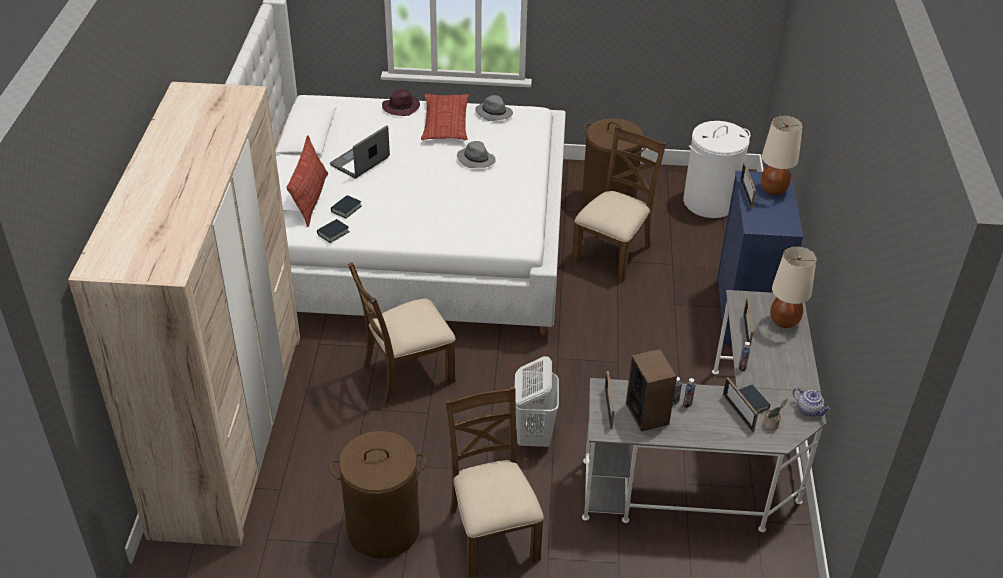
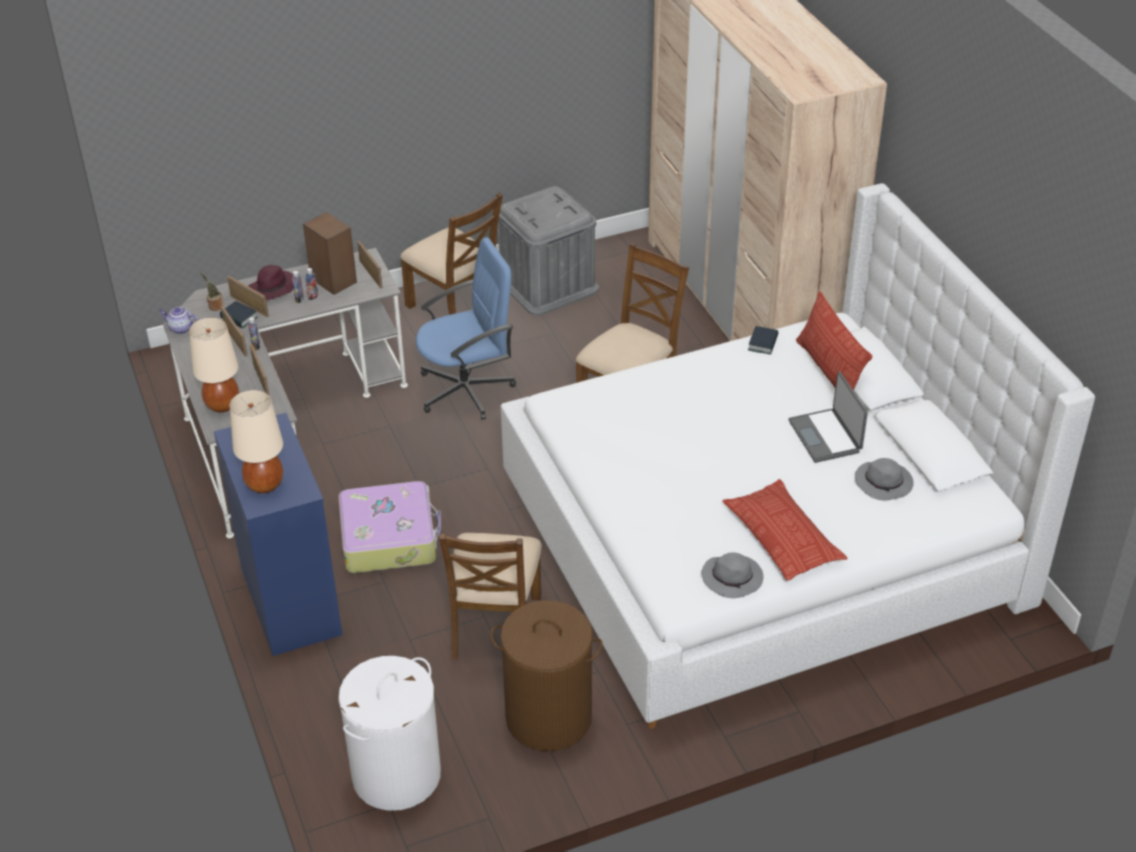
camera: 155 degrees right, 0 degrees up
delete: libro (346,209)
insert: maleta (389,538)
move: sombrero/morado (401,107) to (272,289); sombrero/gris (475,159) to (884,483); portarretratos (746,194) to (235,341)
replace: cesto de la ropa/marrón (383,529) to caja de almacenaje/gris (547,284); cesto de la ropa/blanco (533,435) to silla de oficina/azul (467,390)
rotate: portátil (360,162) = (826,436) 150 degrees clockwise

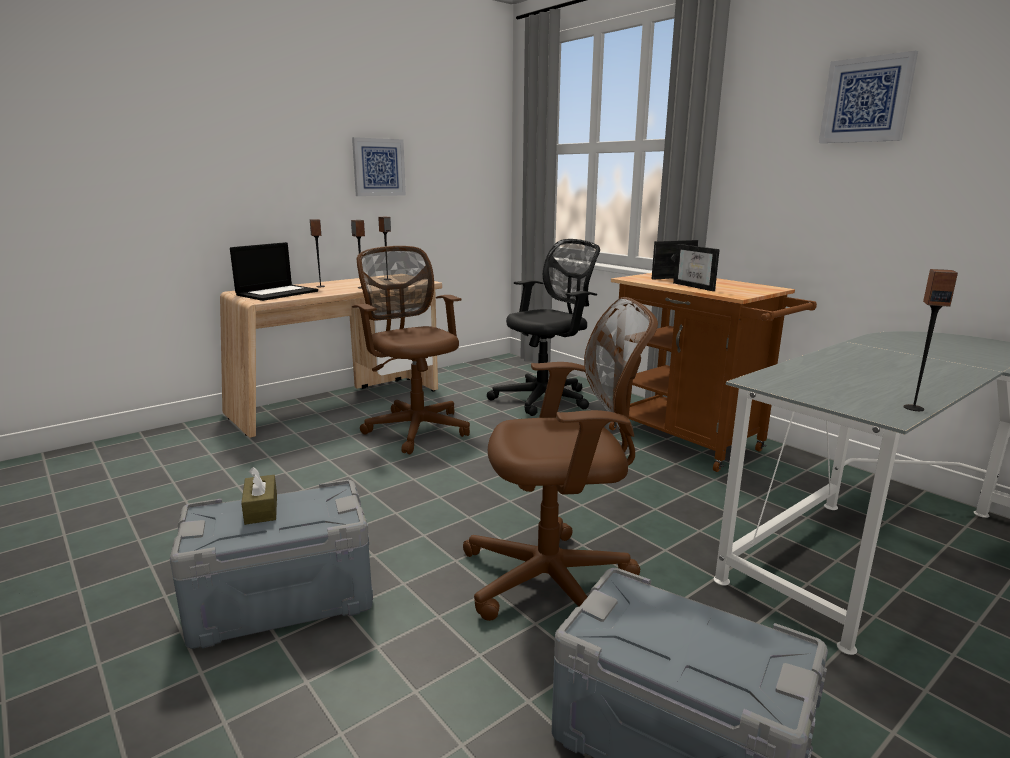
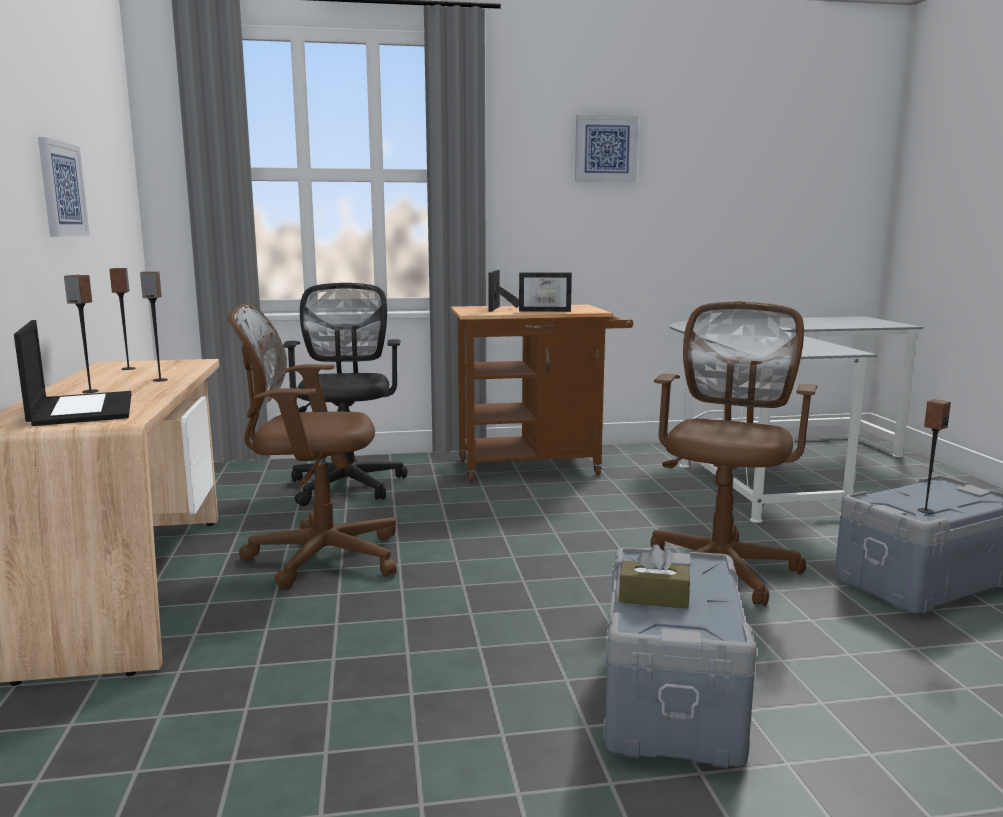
camera: 60 degrees left, 5 degrees down
move: altavoz (913,408) to (925,511)

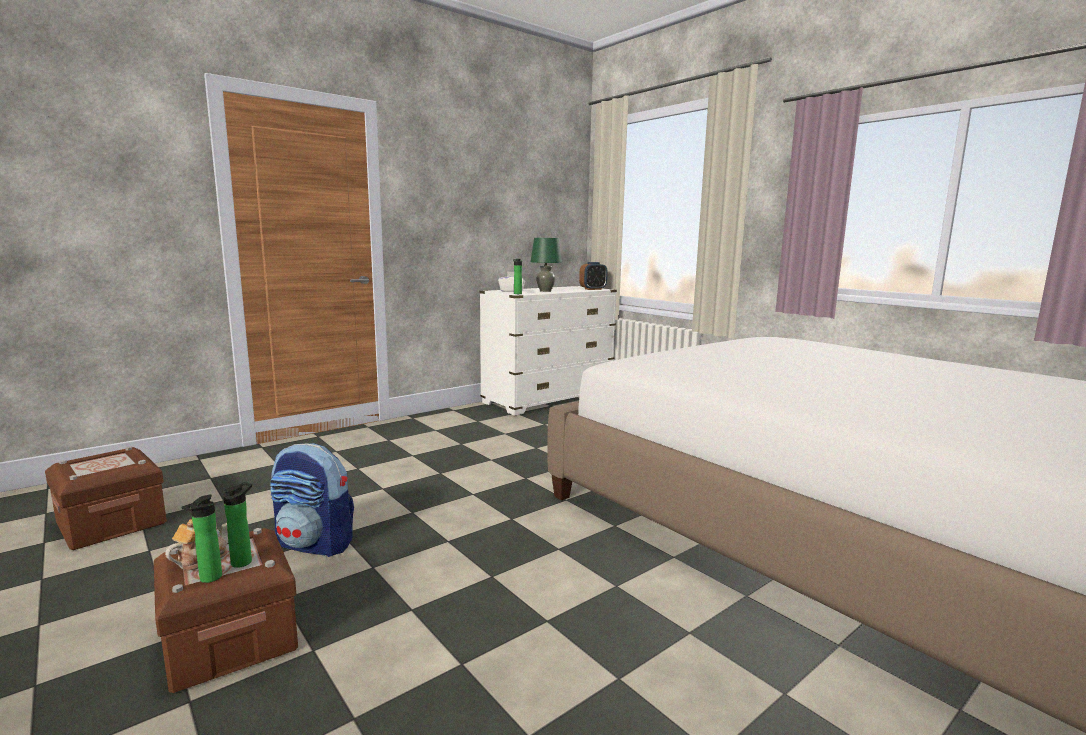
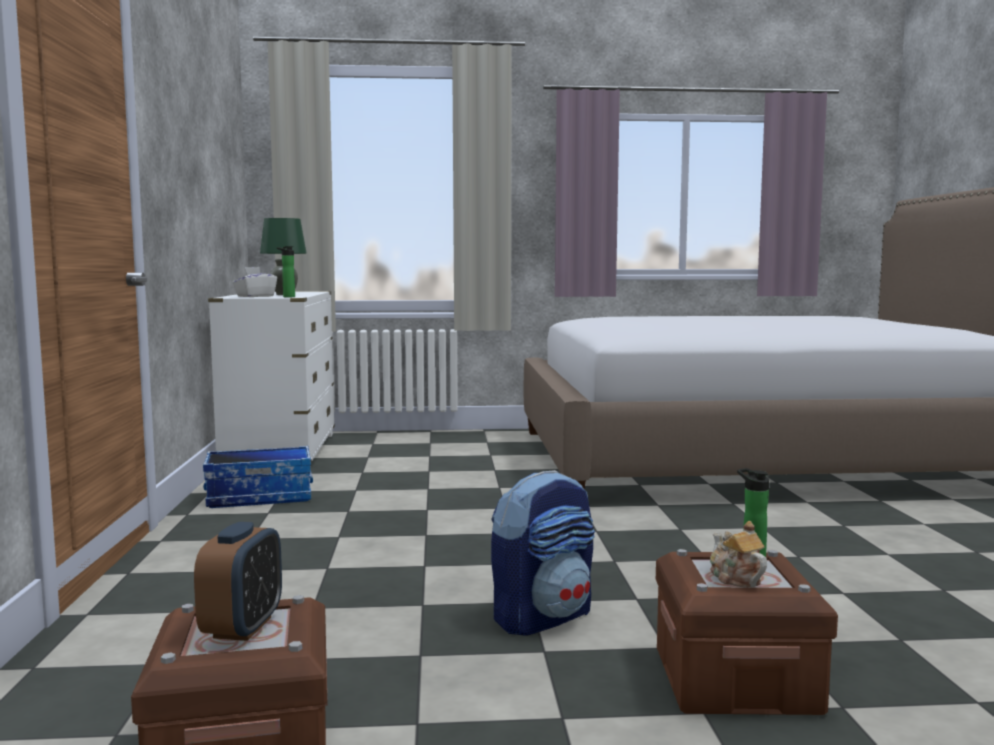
camera: 55 degrees left, 5 degrees down
delete: botella (208,579)
insert: caja de almacenaje (260,497)
move: despertador (593,289) to (243,627)

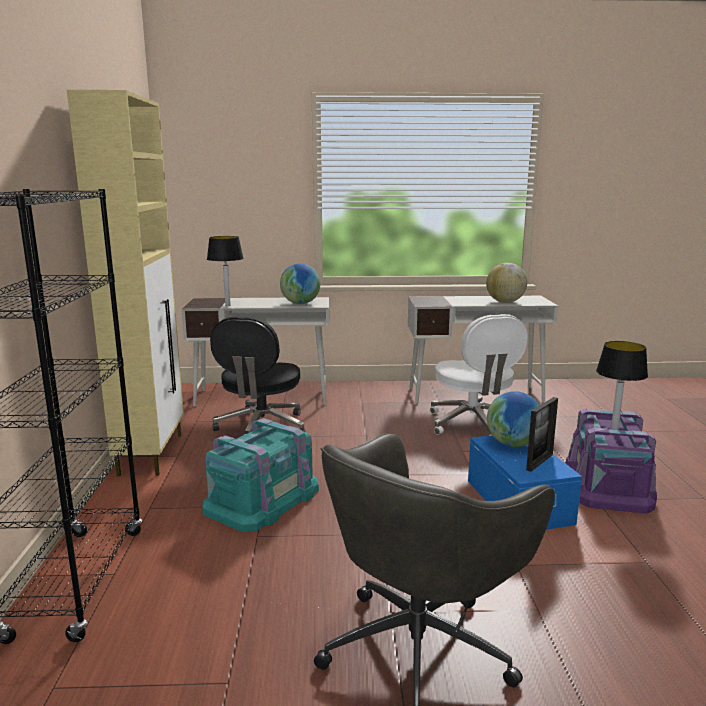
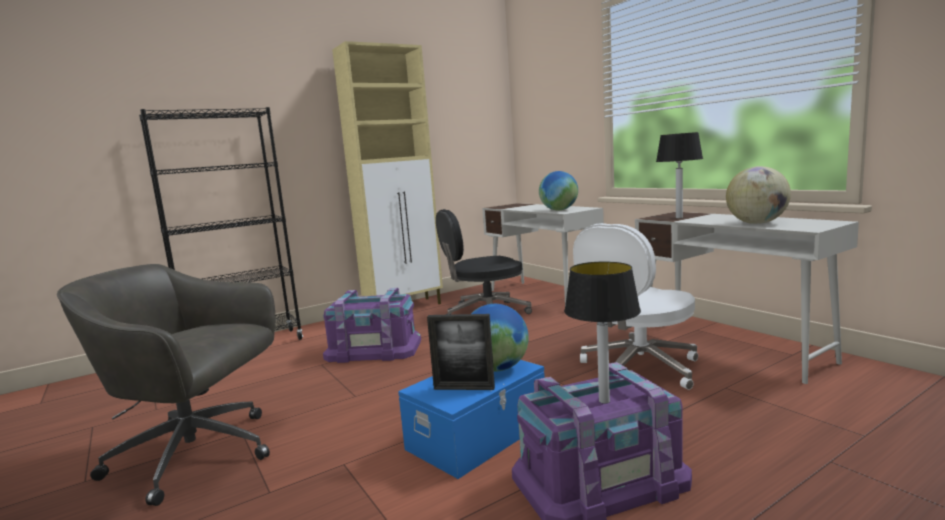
camera: 60 degrees right, 5 degrees down
move: lámpara de mesa (227,305) to (678,217)
recolor: caja de almacenaje/turquesa (262,498) to caja de almacenaje/morado (374,349)

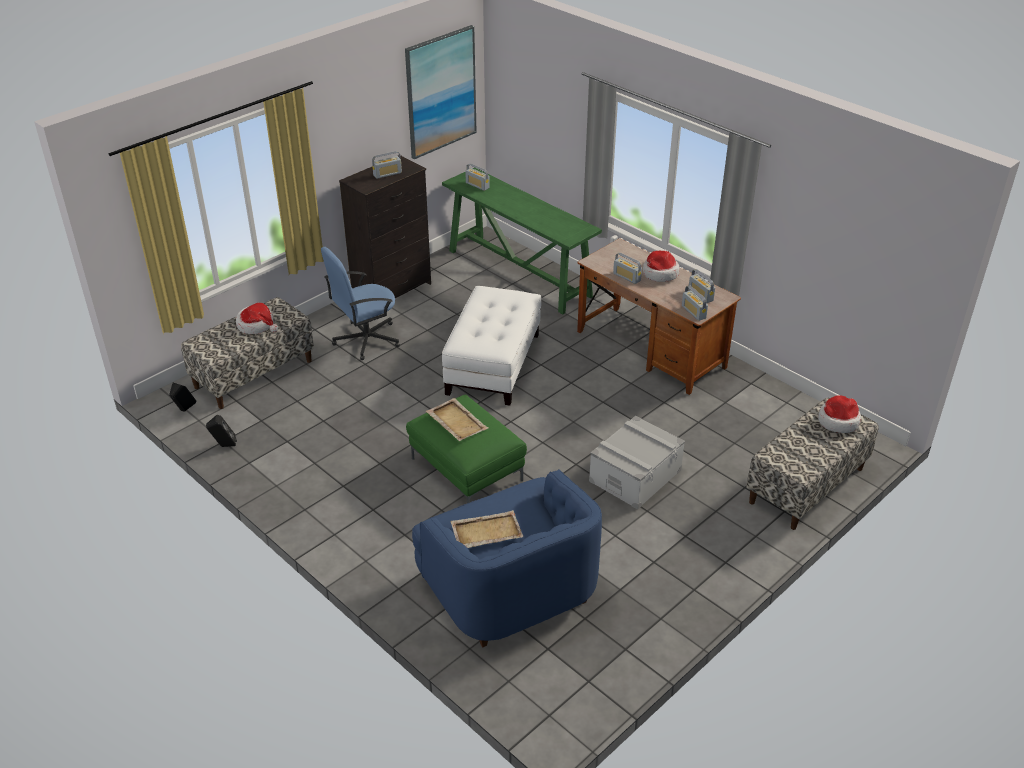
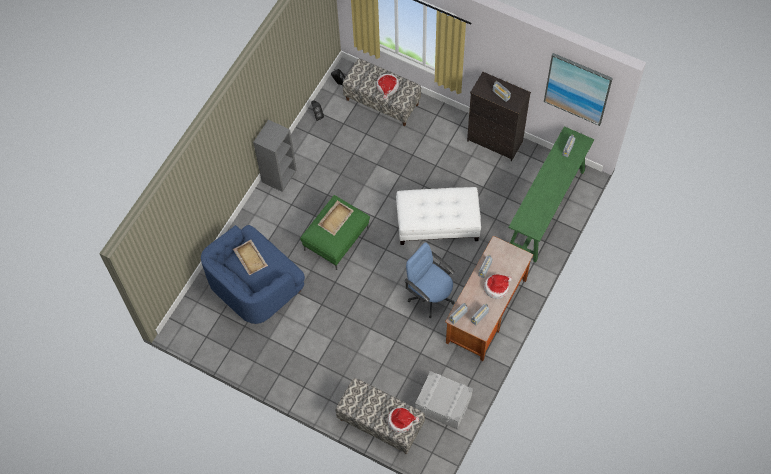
camera: 75 degrees right, 25 degrees up
insert: estantería/gris (279,175)
move: silla de oficina/azul (366,339) to (430,295); caja de almacenaje/gris (635,475) to (443,404)

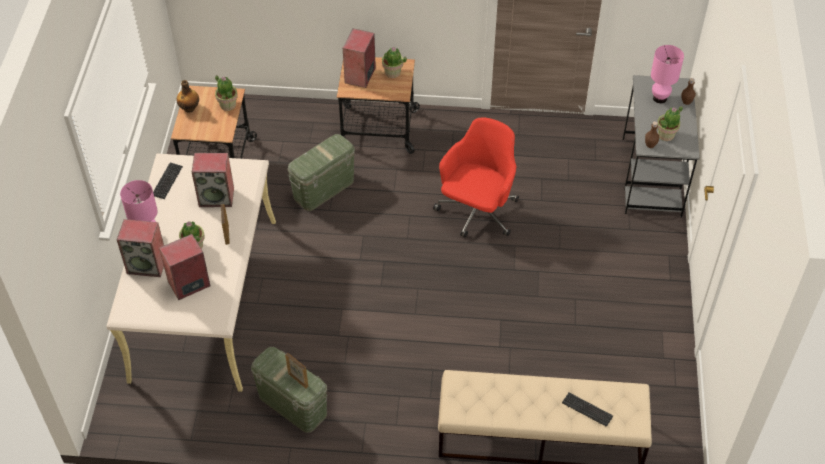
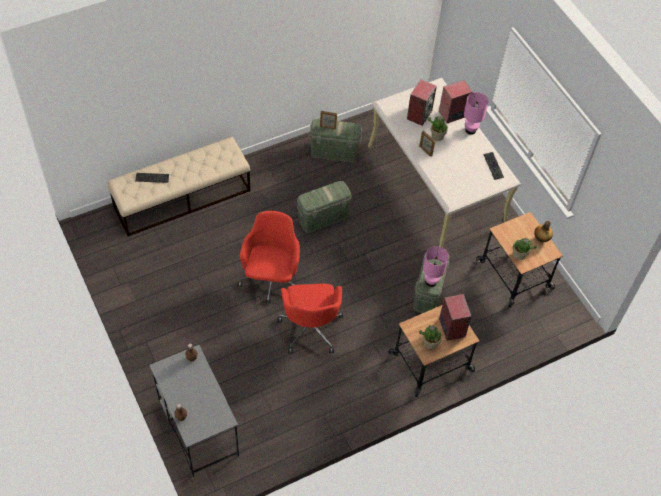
camera: 145 degrees right, 5 degrees up
delete: altavoz (217,197); planta en maceta (666,135)
insert: silla de oficina/rojo (271,279); caja de almacenaje/verde (323,218)
move: lámpara de mesa/rosa (660,98) to (431,282)

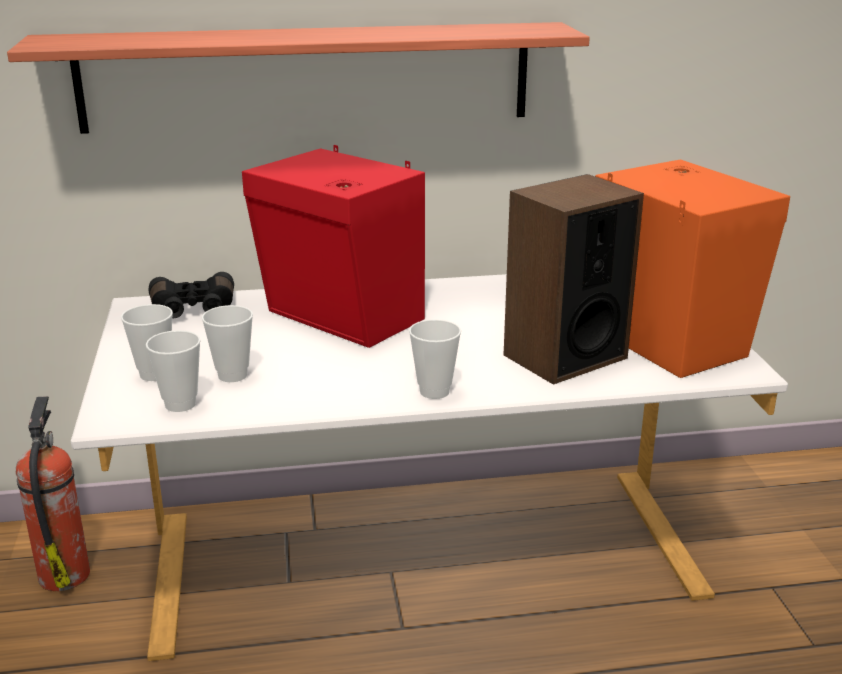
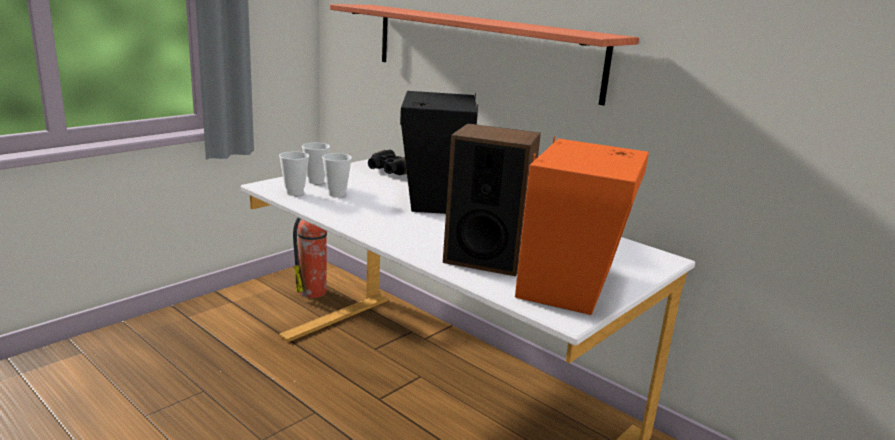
camera: 50 degrees right, 5 degrees down
delete: taza (434,391)
recolor: altavoz/rojo (342,318) to altavoz/negro (435,198)

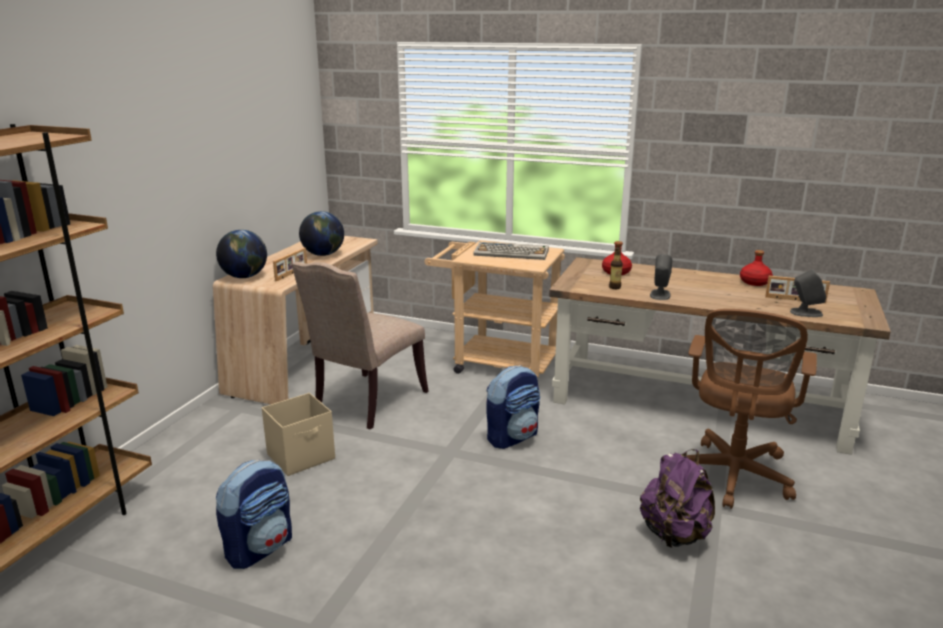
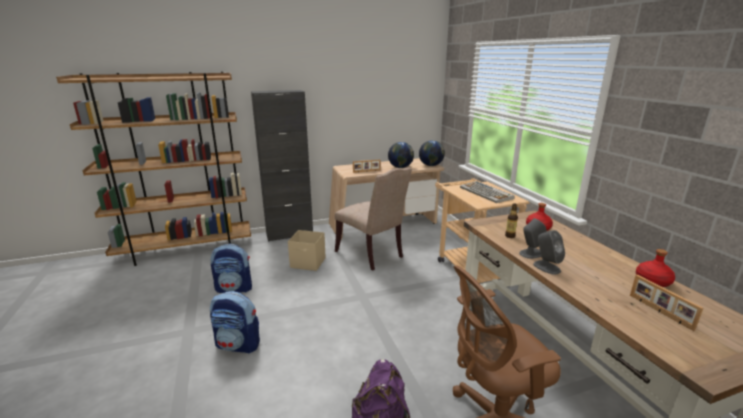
camera: 50 degrees right, 0 degrees up
insert: armario/negro (289,234)
move: globo terráqueo (244,276) to (431,165); mochila (512,437) to (238,345); altavoz/gris (805,313) to (546,267)
rotate: silla/beis (367,403) = (372,254) 120 degrees counterclockwise

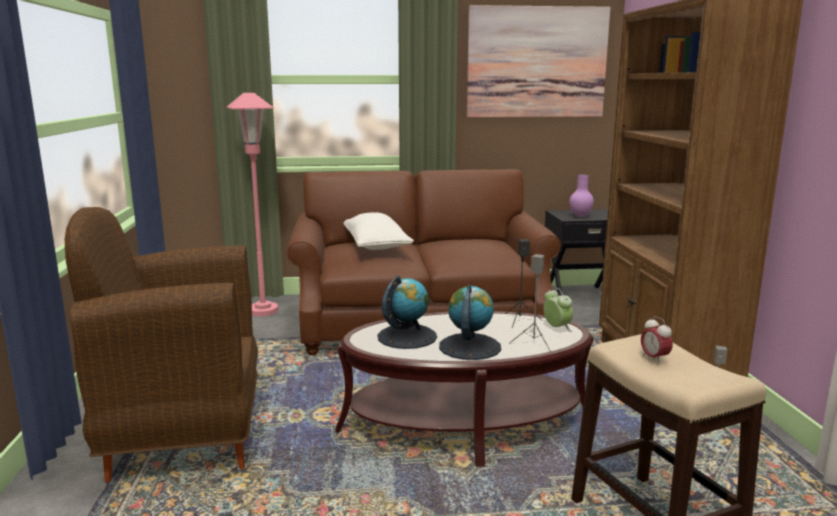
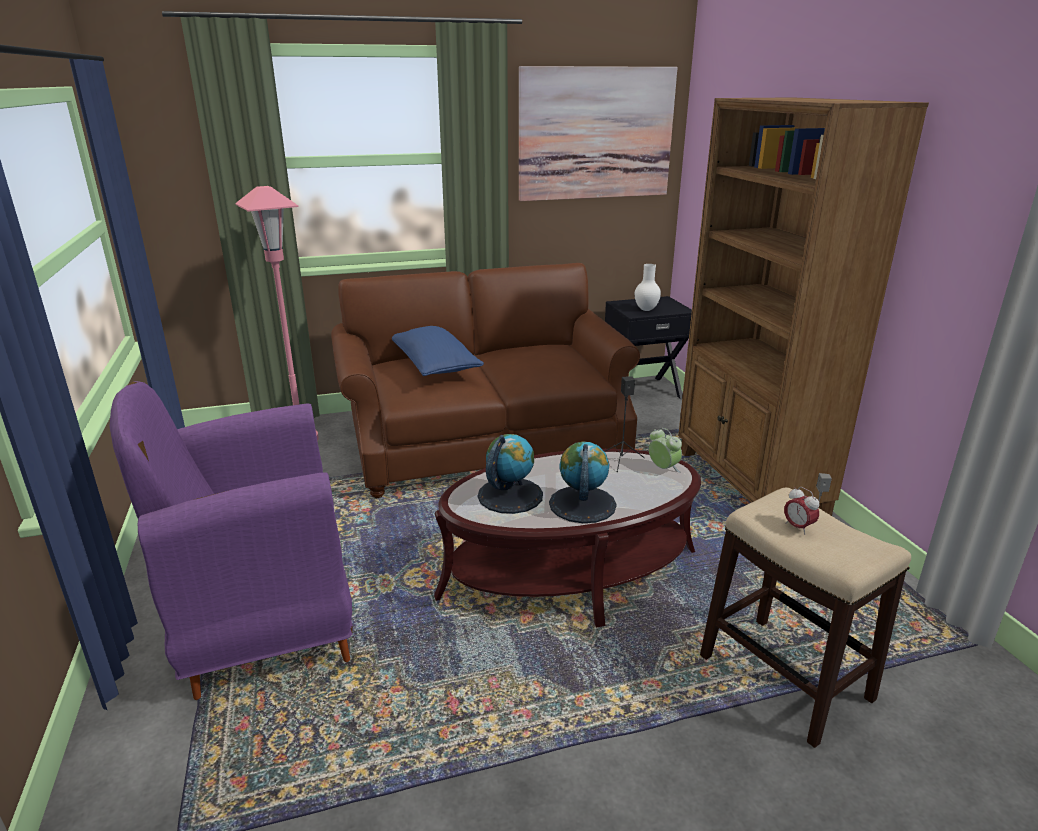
camera: 10 degrees left, 10 degrees up
delete: altavoz/gris (534,343)
recolor: sillón/marrón (184,436) to sillón/morado (266,625); cojín/blanco (376,246) to cojín/azul (435,366); florero/morado (581,216) to florero/blanco (646,310)

